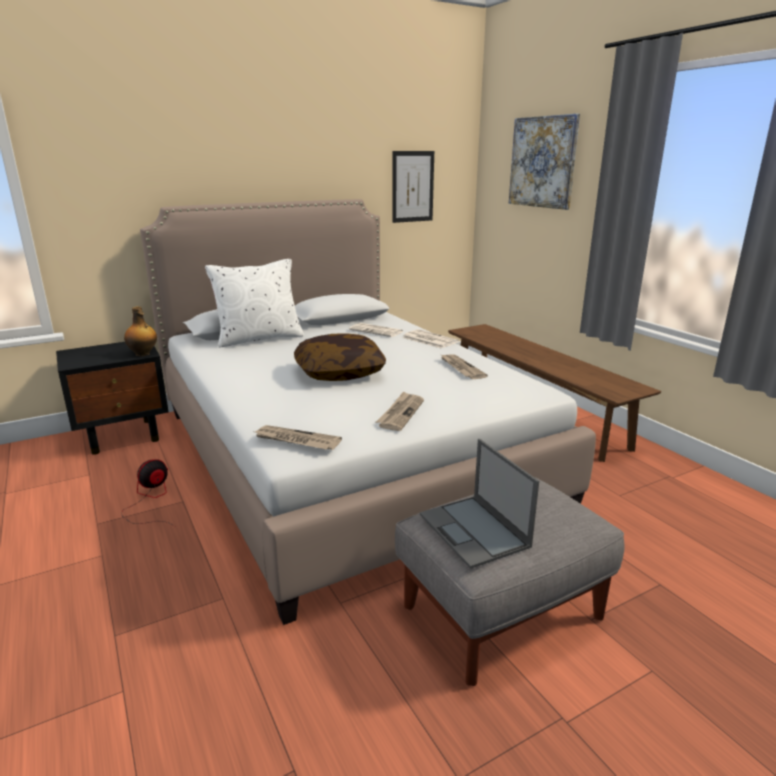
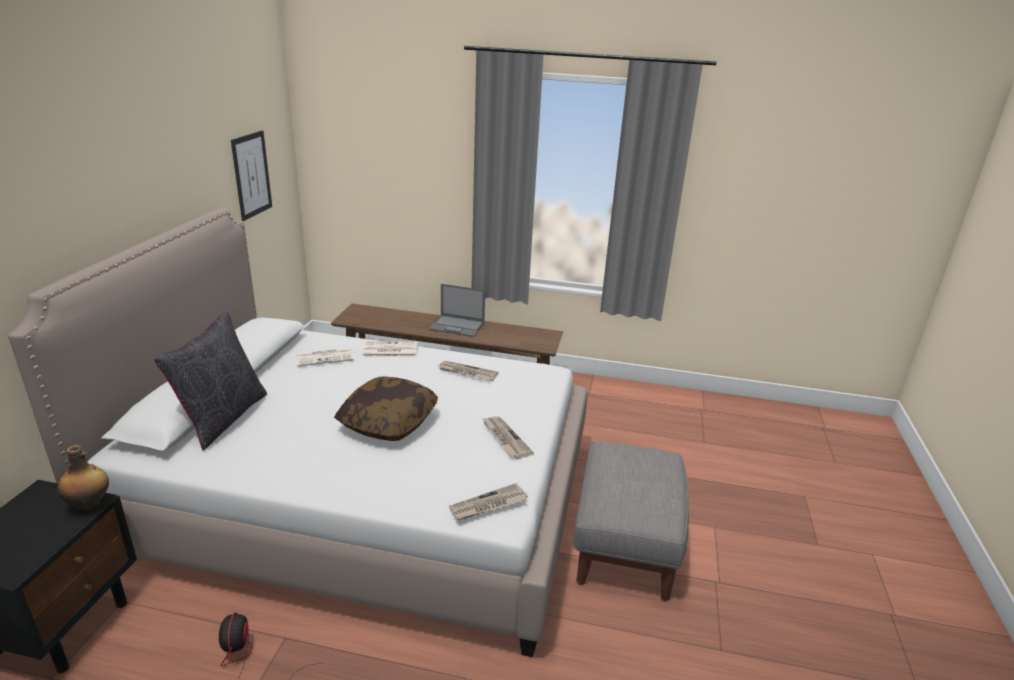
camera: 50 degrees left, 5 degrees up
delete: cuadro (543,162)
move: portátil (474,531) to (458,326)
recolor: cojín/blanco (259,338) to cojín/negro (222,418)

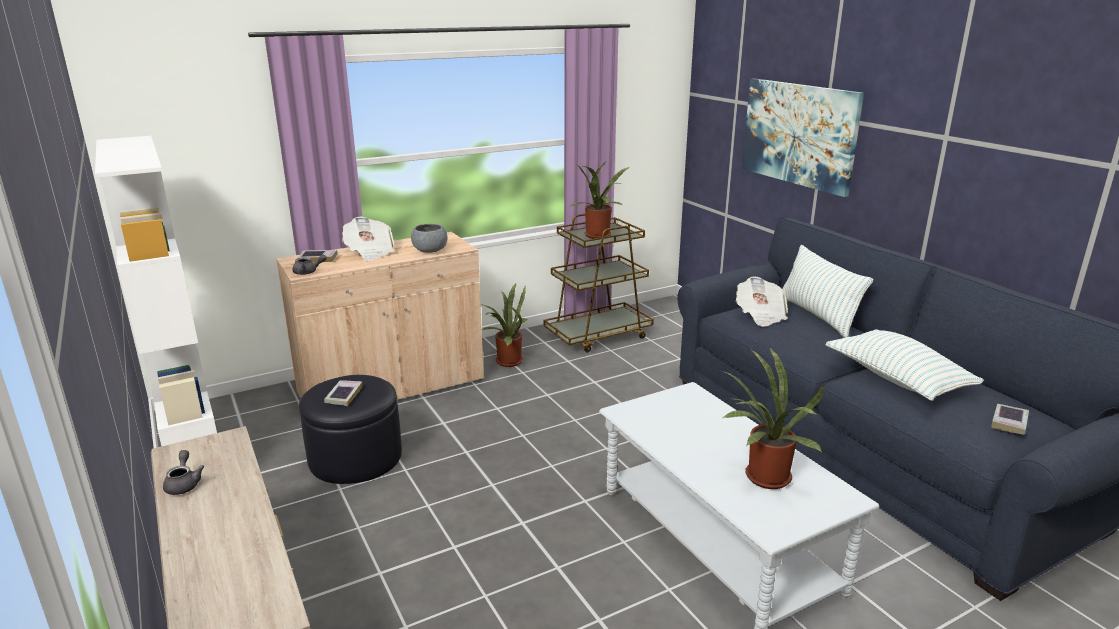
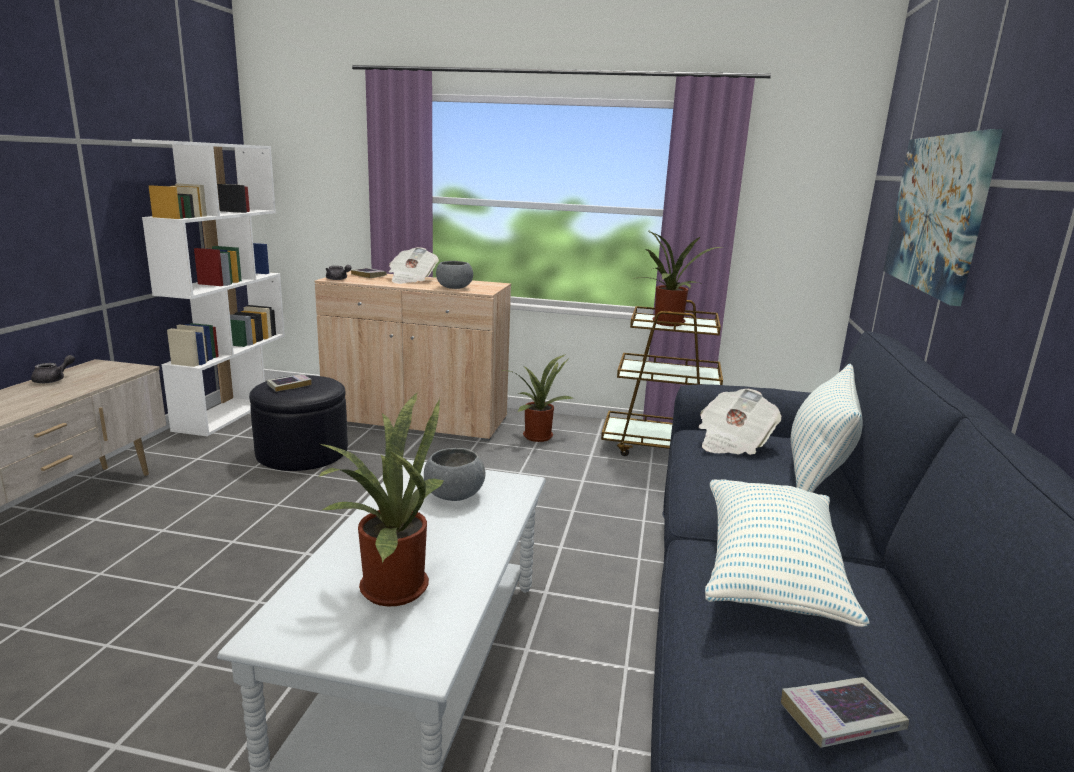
camera: 40 degrees right, 5 degrees down
insert: cuenco/gris (454,495)

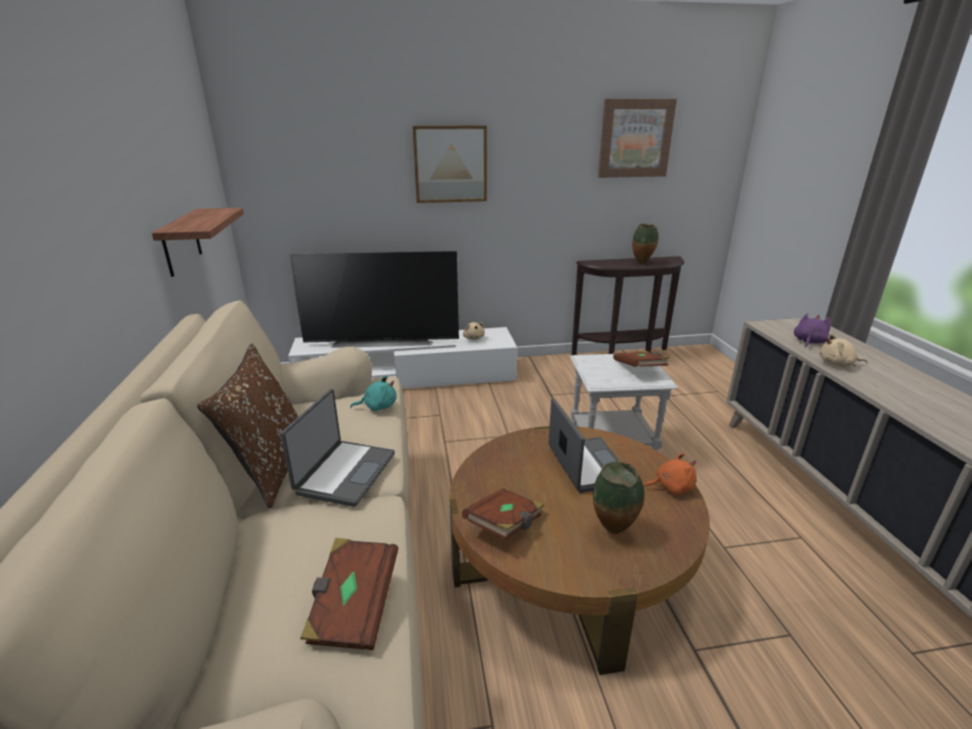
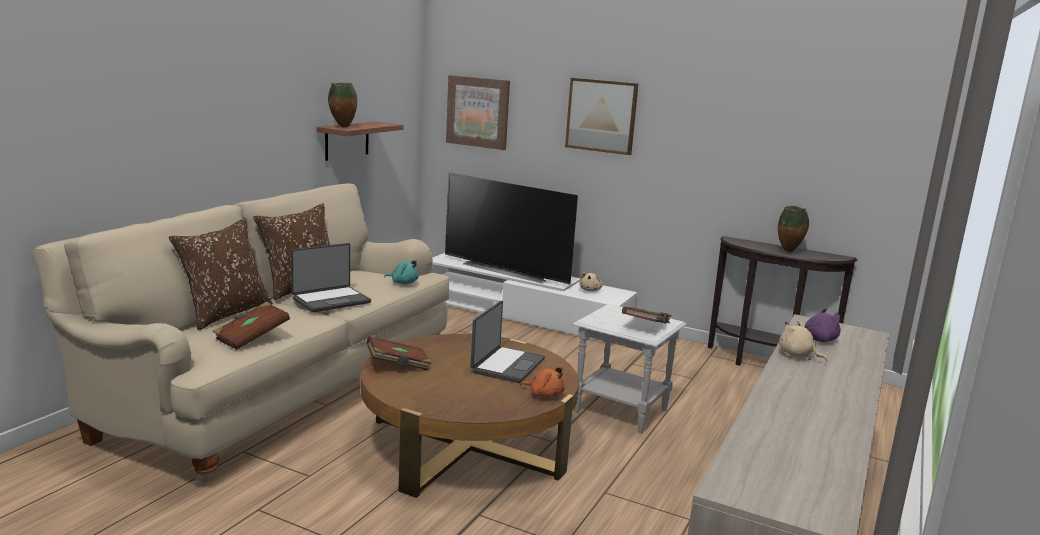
camera: 35 degrees right, 10 degrees down
insert: cojín/marrón (225,314)
move: florero (614,532) to (342,127); cuadro (635,138) to (478,112)

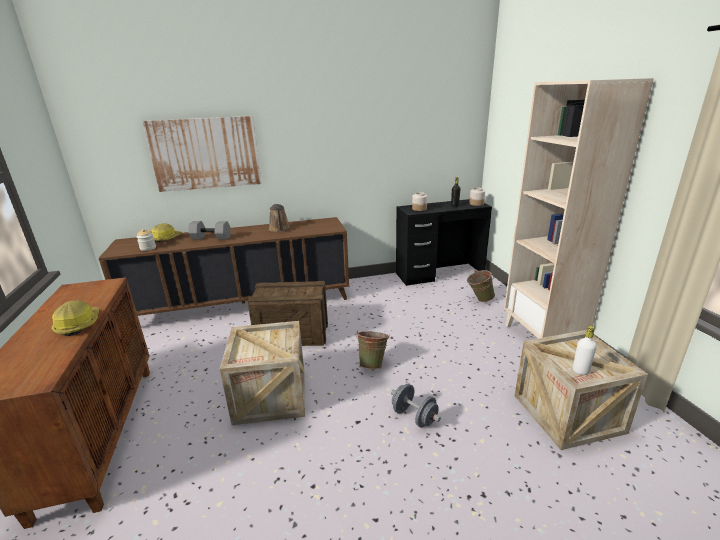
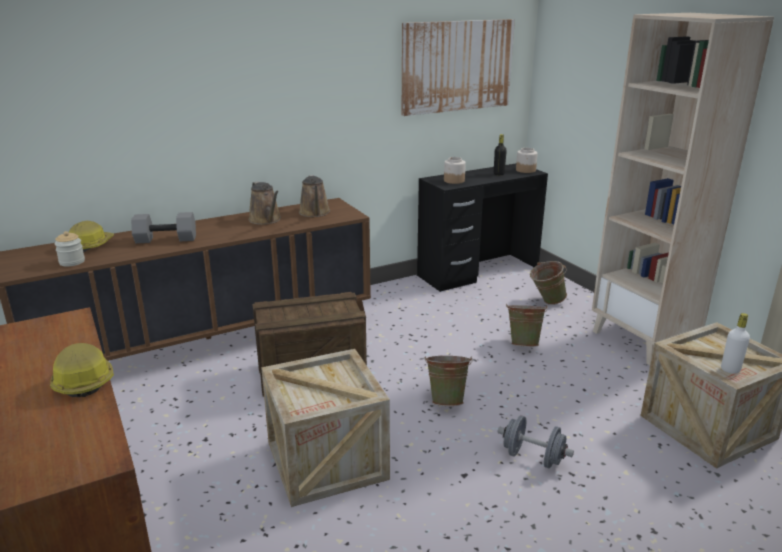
camera: 15 degrees left, 0 degrees up
insert: regadera/marrón (315,213); cubo/verde (524,343)
move: cuadro (206,153) to (457,66)

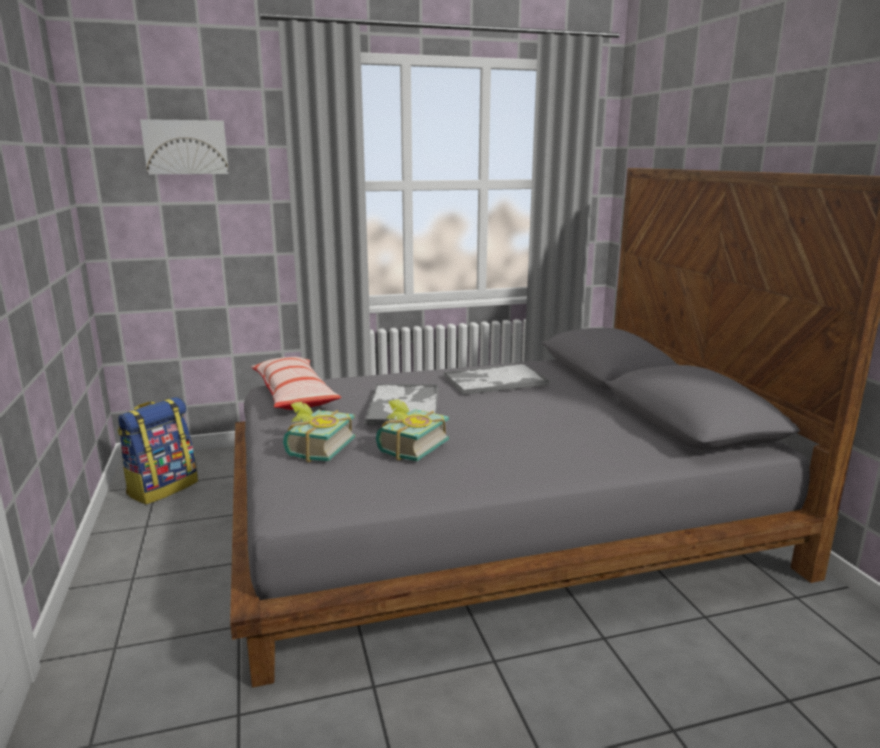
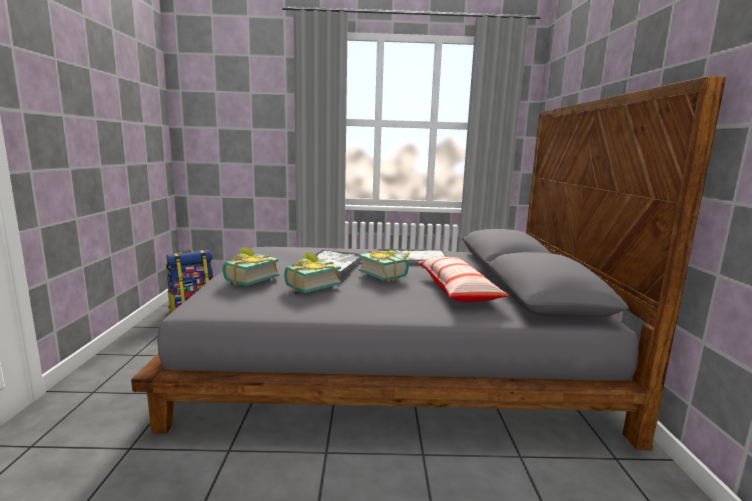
camera: 15 degrees right, 5 degrees down
delete: cuadro (186,147)
insert: libro (386,275)
move: cojín (294,395) to (457,290)

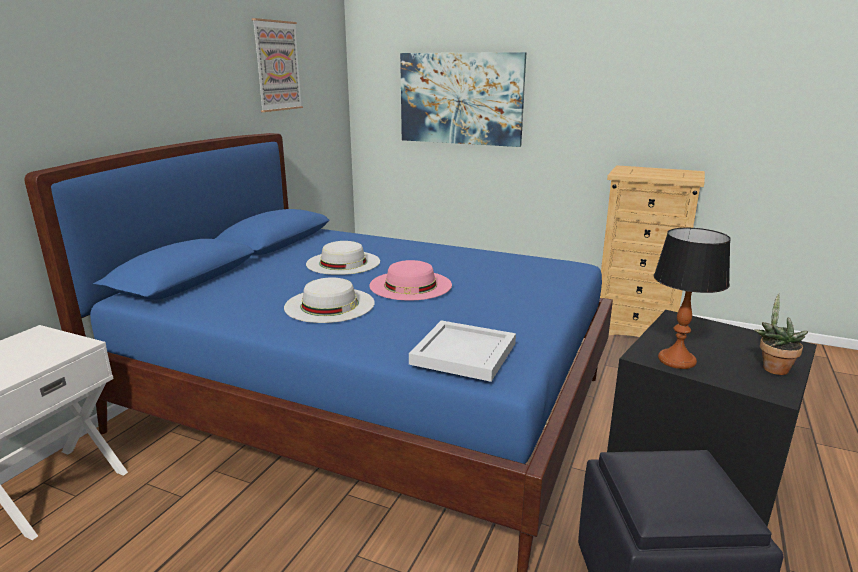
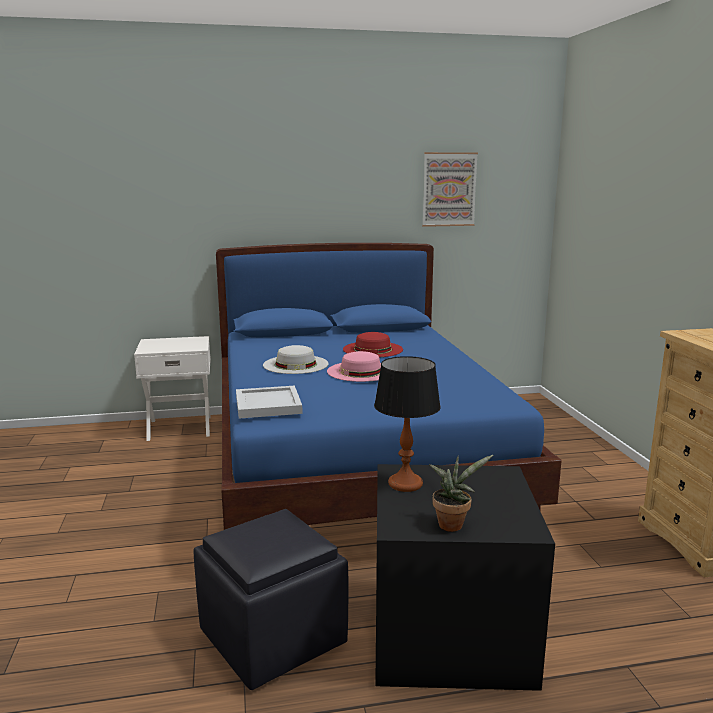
camera: 55 degrees right, 5 degrees down
delete: cuadro (461,99)
recolor: sombrero/blanco (343,262) to sombrero/rojo (372,349)

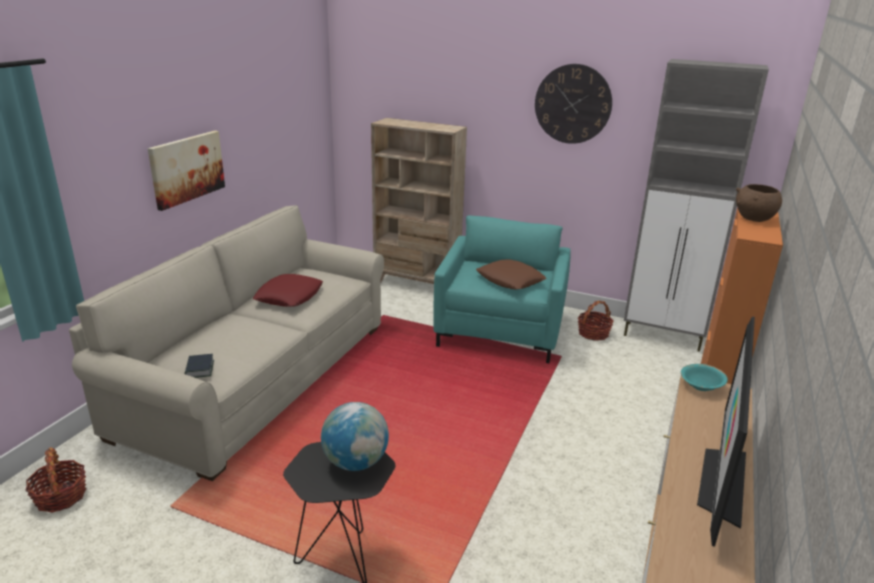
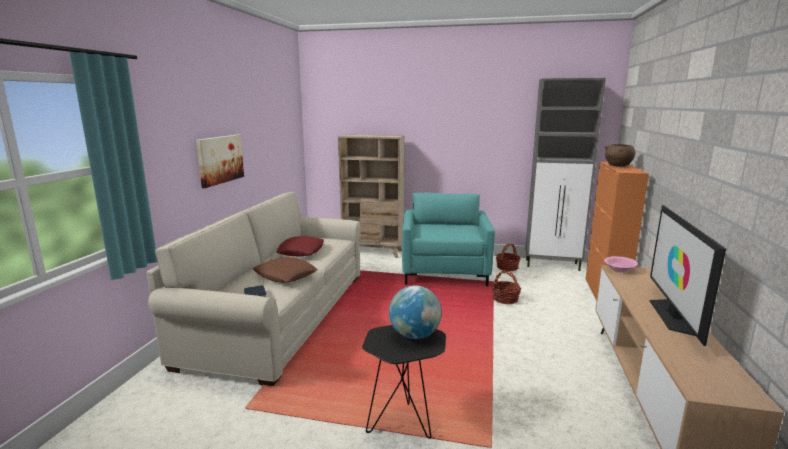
camera: 10 degrees left, 10 degrees down
delete: reloj de pared (572,104)
move: cesta (61,496) to (505,299); cojín/marrón (510,280) to (285,275)
recolor: cuenco/turquesa (701,386) to cuenco/rosa (619,270)

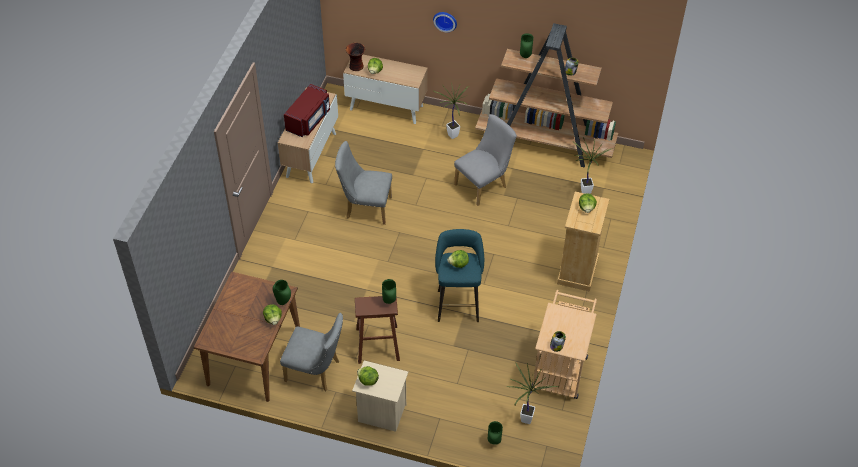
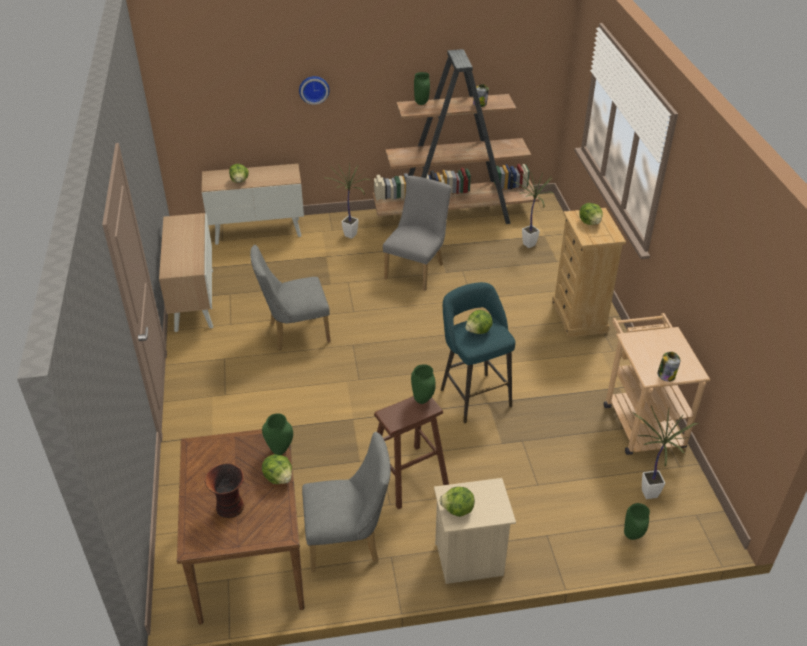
camera: 25 degrees left, 10 degrees down
delete: microondas/rojo (309,120)
move: florero (356,67) to (230,508)

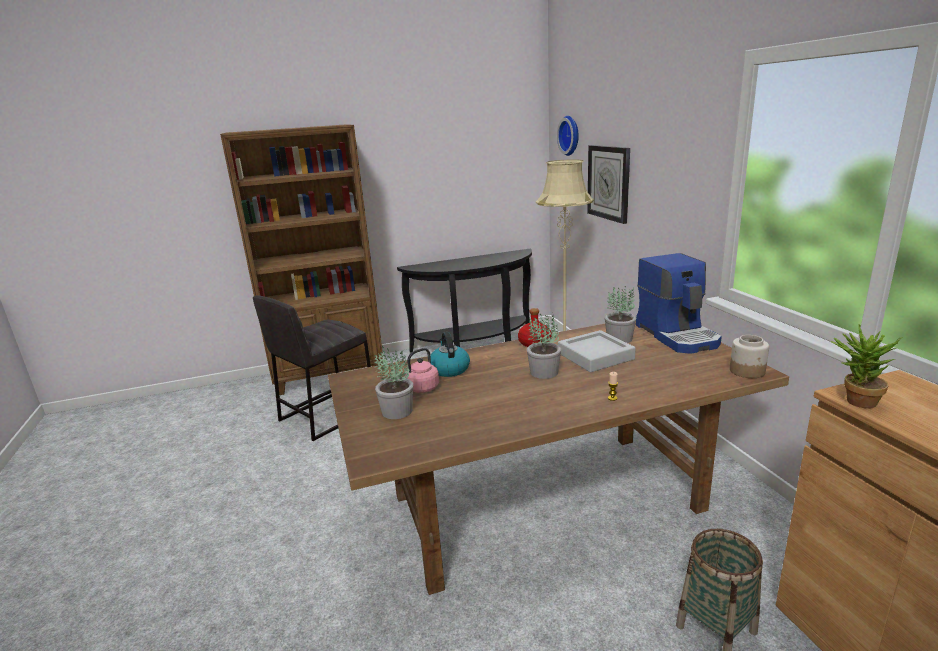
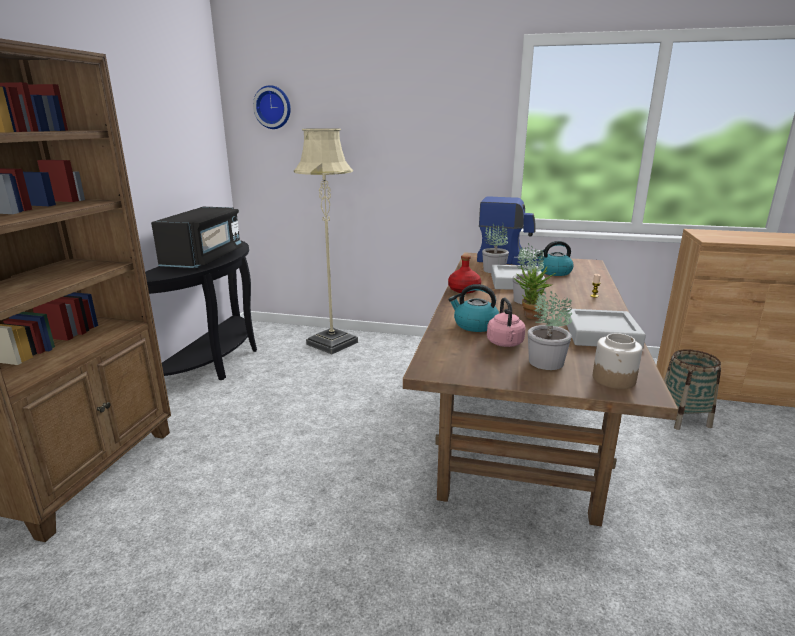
camera: 60 degrees left, 0 degrees up
delete: taburete/gris (326,414); reloj de pared (609,182)
insert: microondas/negro (204,259); hervidor (554,272); bandeja/gris (601,334)
move: tarro (747,371) to (614,379); planta en maceta (854,401) to (530,317)

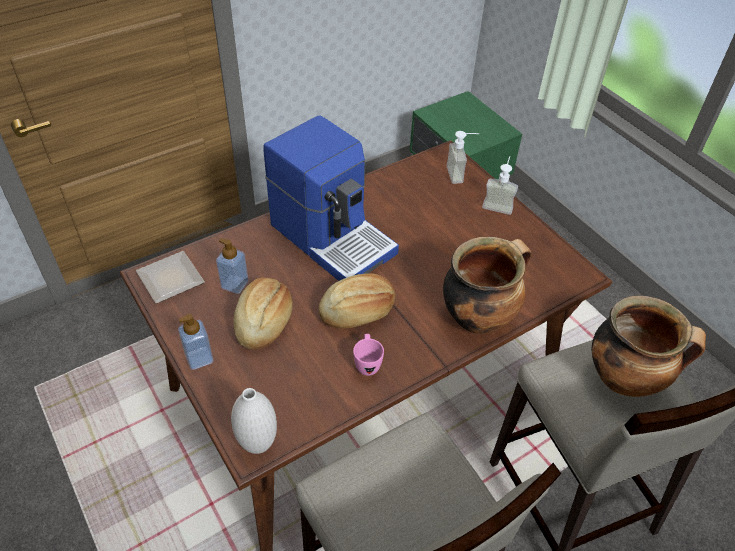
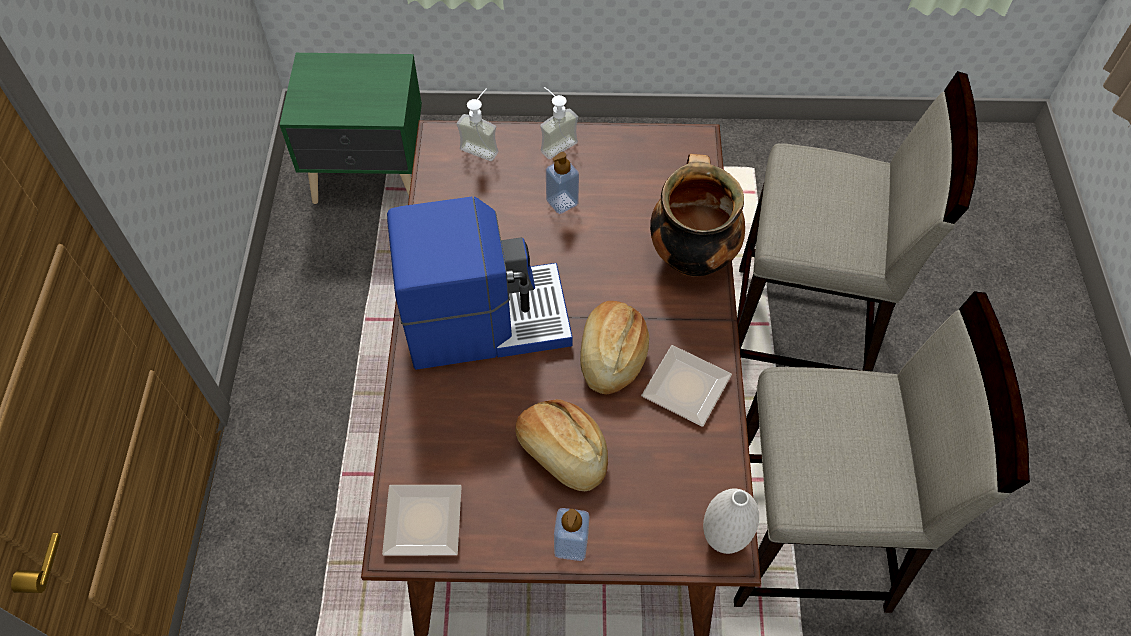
camera: 55 degrees left, 10 degrees up
delete: olla (625,378)
move: dispensador de jabón (235,284) to (562,202)
replace: taza grande/rosa (367,363) to plato (685,384)

